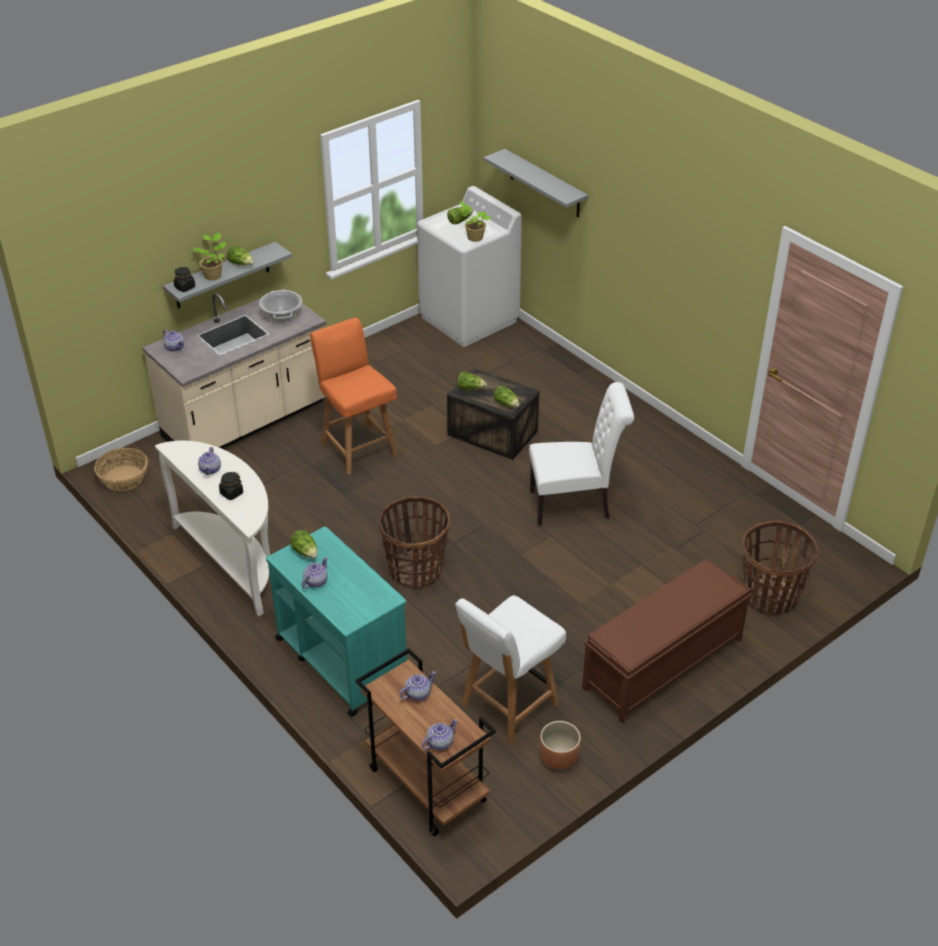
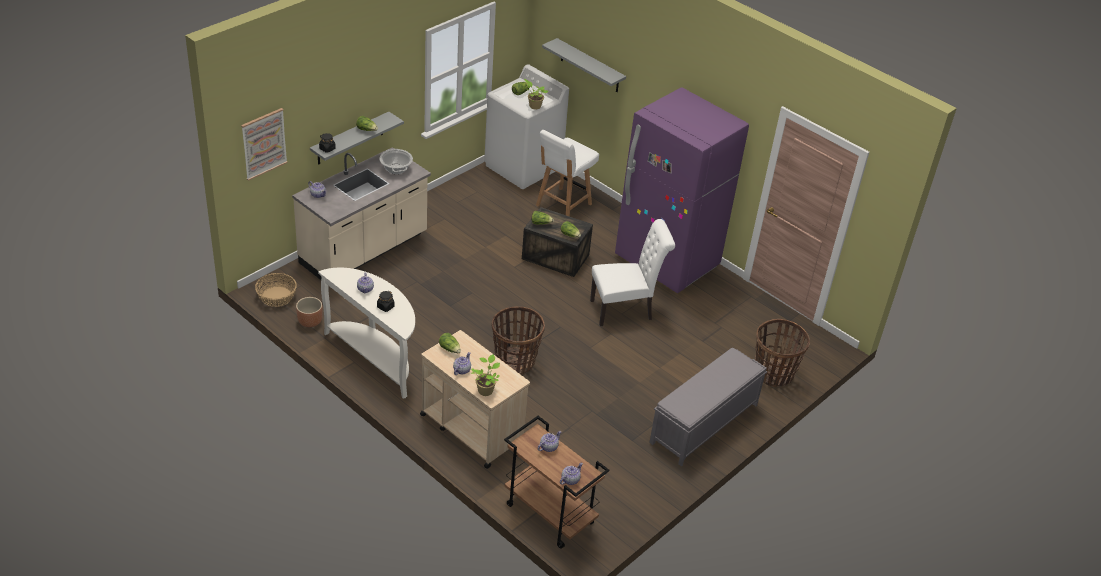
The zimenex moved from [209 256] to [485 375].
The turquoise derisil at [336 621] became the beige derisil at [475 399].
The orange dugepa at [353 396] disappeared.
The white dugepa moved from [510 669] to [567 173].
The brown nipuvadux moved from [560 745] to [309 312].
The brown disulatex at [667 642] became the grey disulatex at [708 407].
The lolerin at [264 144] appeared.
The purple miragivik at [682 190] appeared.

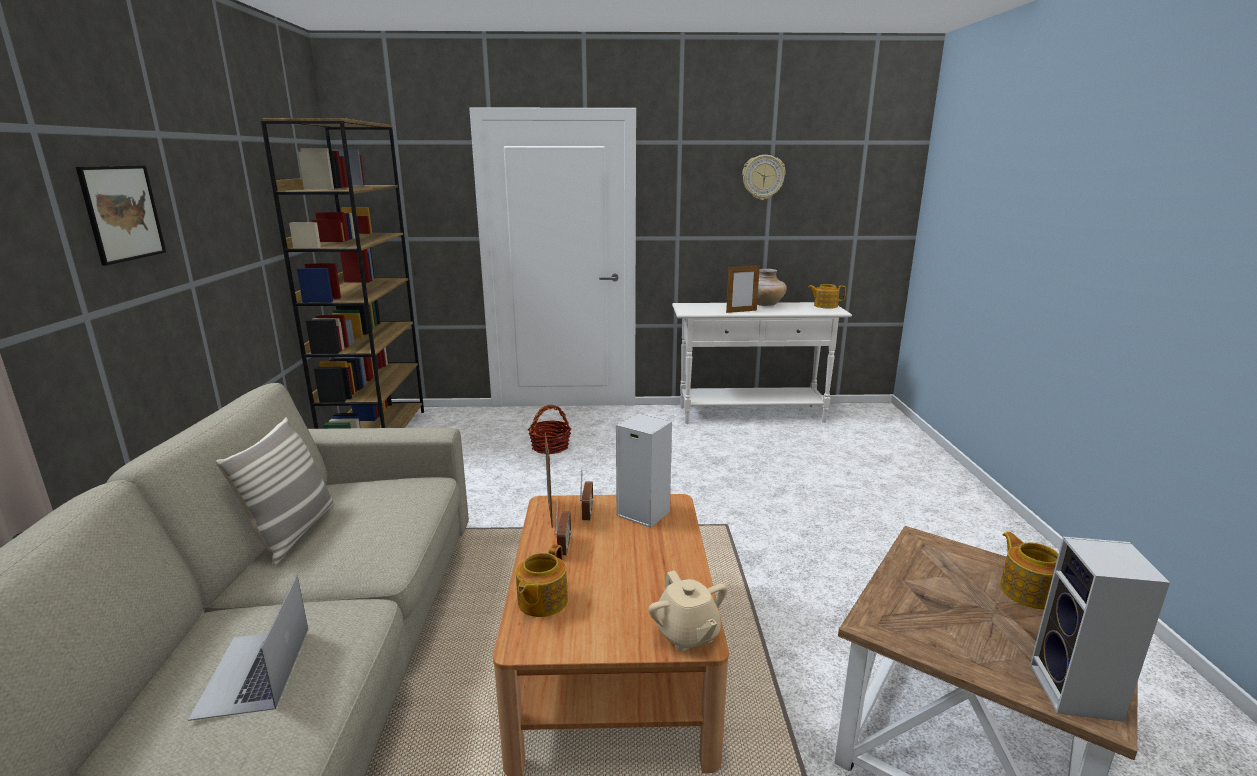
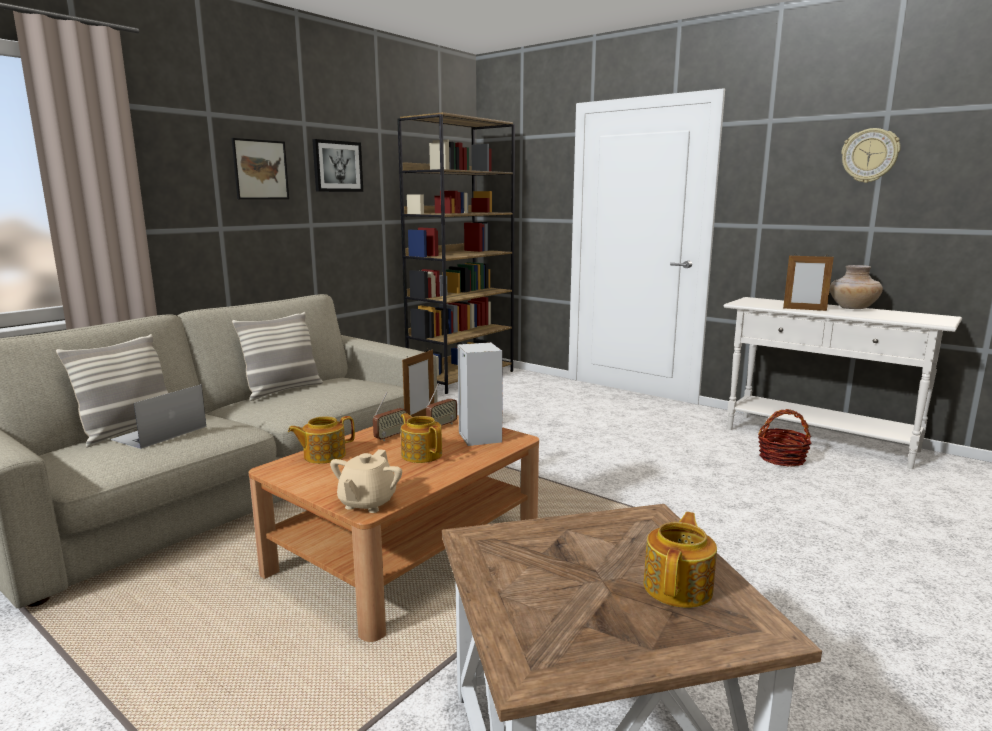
The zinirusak moved from [549 429] to [785 438].
The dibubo moved from [827 296] to [421 438].
The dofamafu at [1100 629] disappeared.
The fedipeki at [112 390] appeared.
The lolerin at [337 165] appeared.

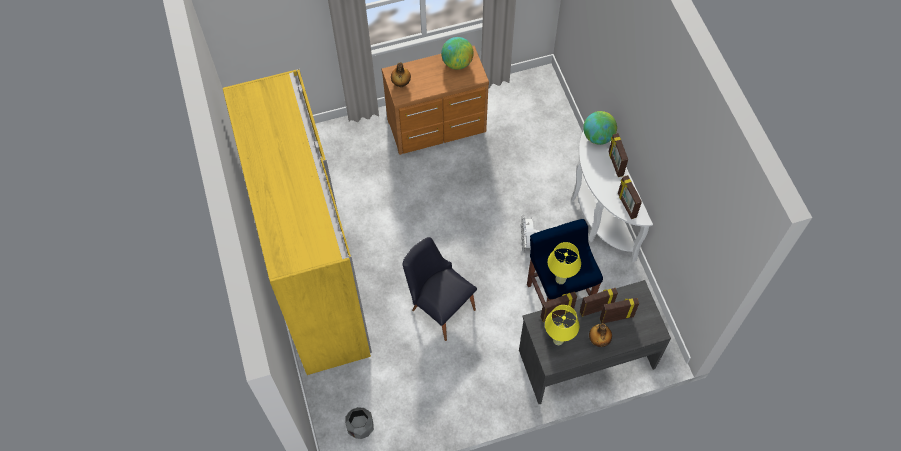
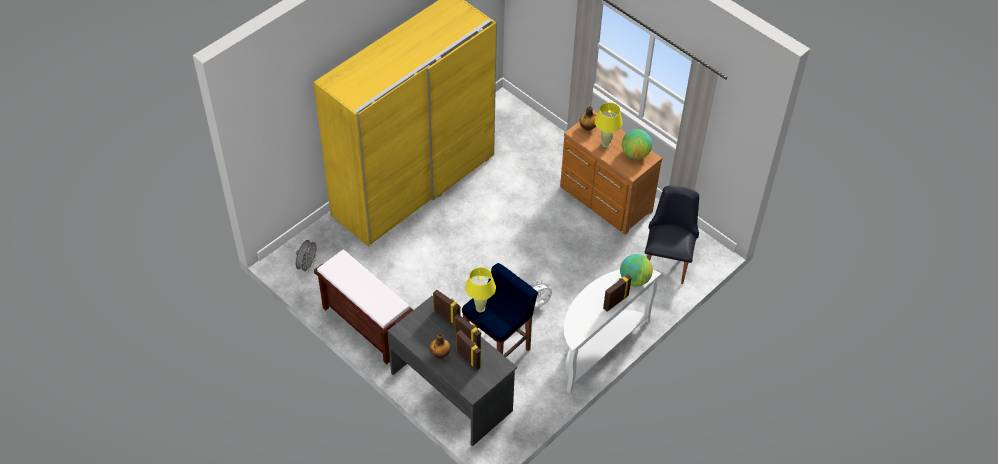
The grey nipuvadux at [359 423] was replaced by the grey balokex at [307 256].
The black dugepa moved from [440 289] to [672 235].
The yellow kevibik moved from [562 325] to [609 125].
The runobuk at [630 197] disappeared.
The brown disulatex at [363 307] appeared.

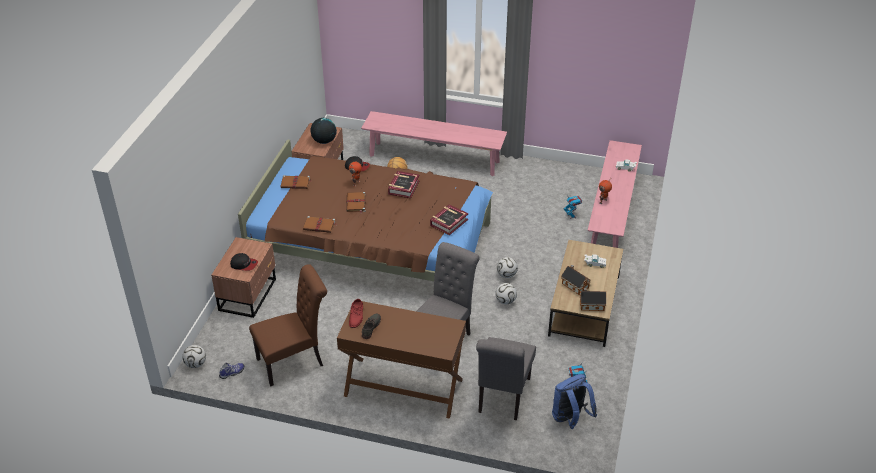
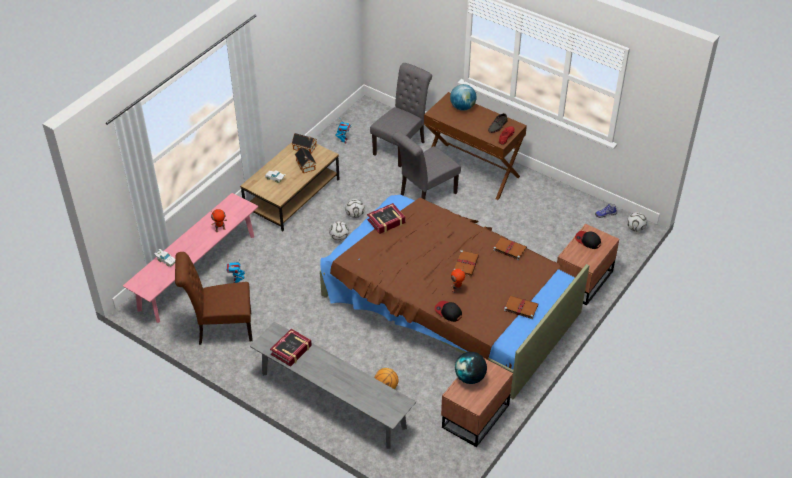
The brown dugepa moved from [288 325] to [214 298].
The pink disulatex at [434 143] became the grey disulatex at [333 385].
The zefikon moved from [404 184] to [291 348].
The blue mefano at [574 401] disappeared.
The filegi at [463 97] appeared.

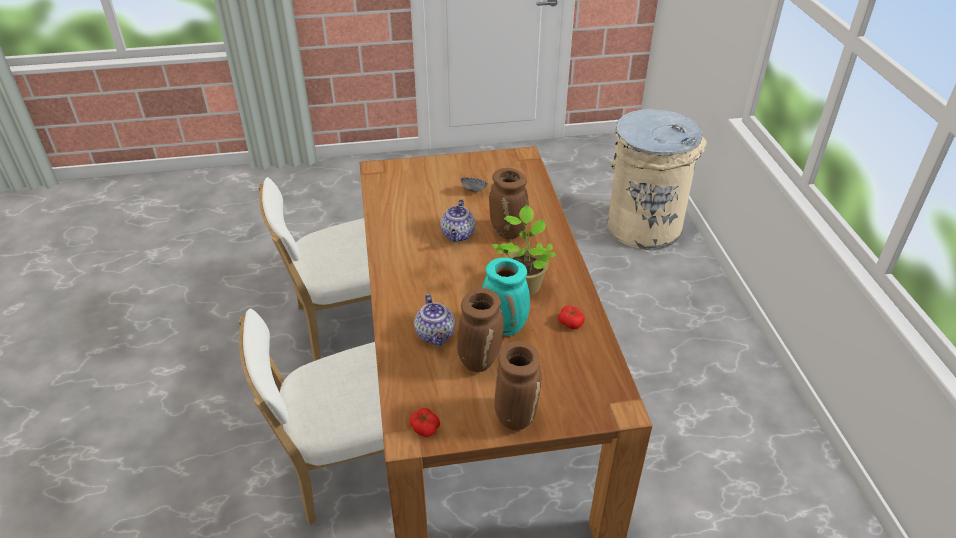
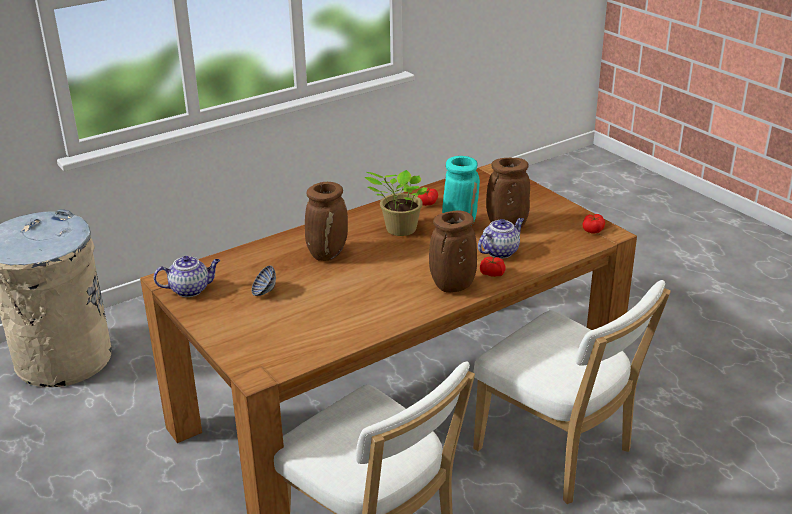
The dibubo moved from [458 220] to [187 276].
The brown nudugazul moved from [518 385] to [453 252].
The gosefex at [493 267] appeared.

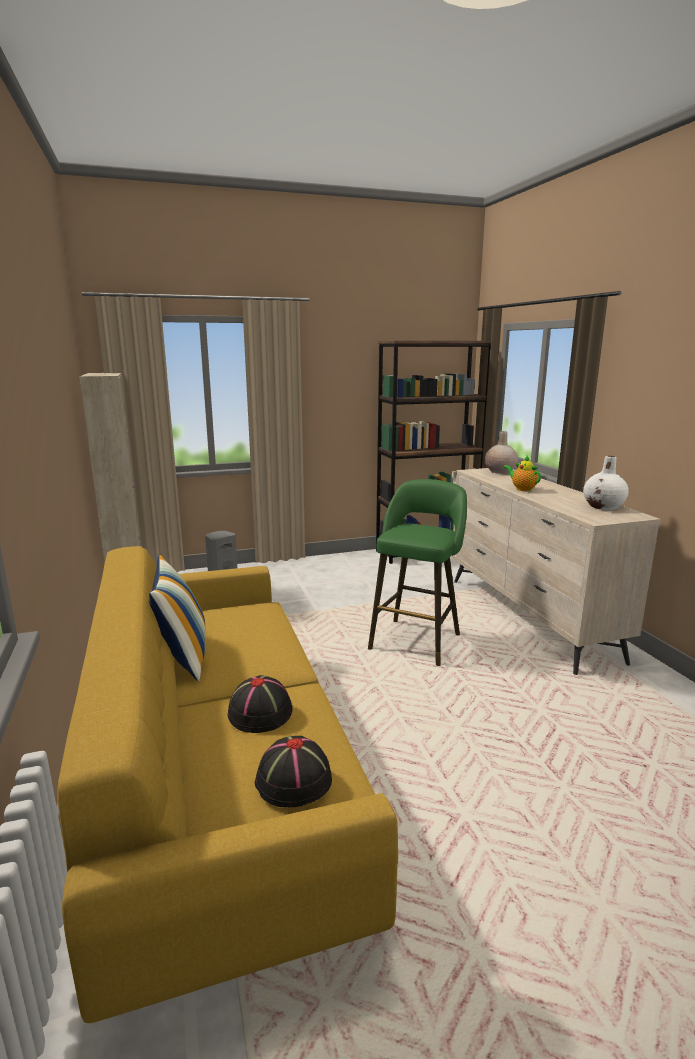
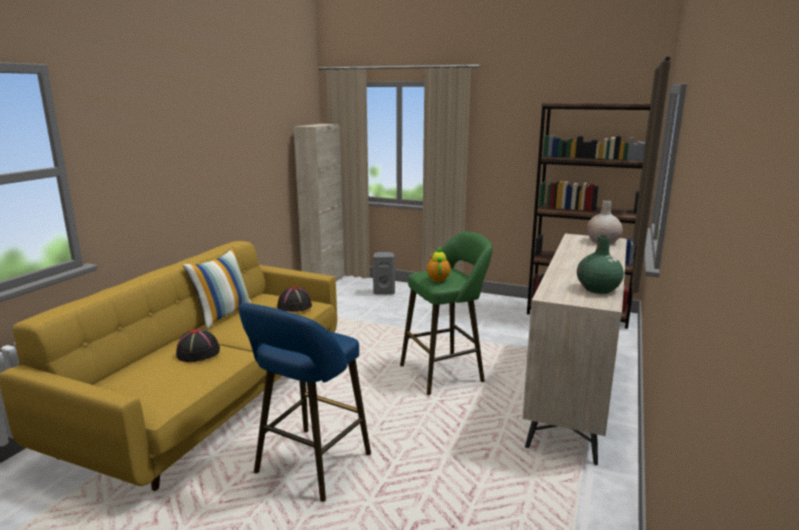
The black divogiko moved from [293 771] to [294 299].
The dibubo moved from [522 473] to [439 264].
The white nudugazul at [606 483] became the green nudugazul at [600 264].
The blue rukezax at [305 402] appeared.

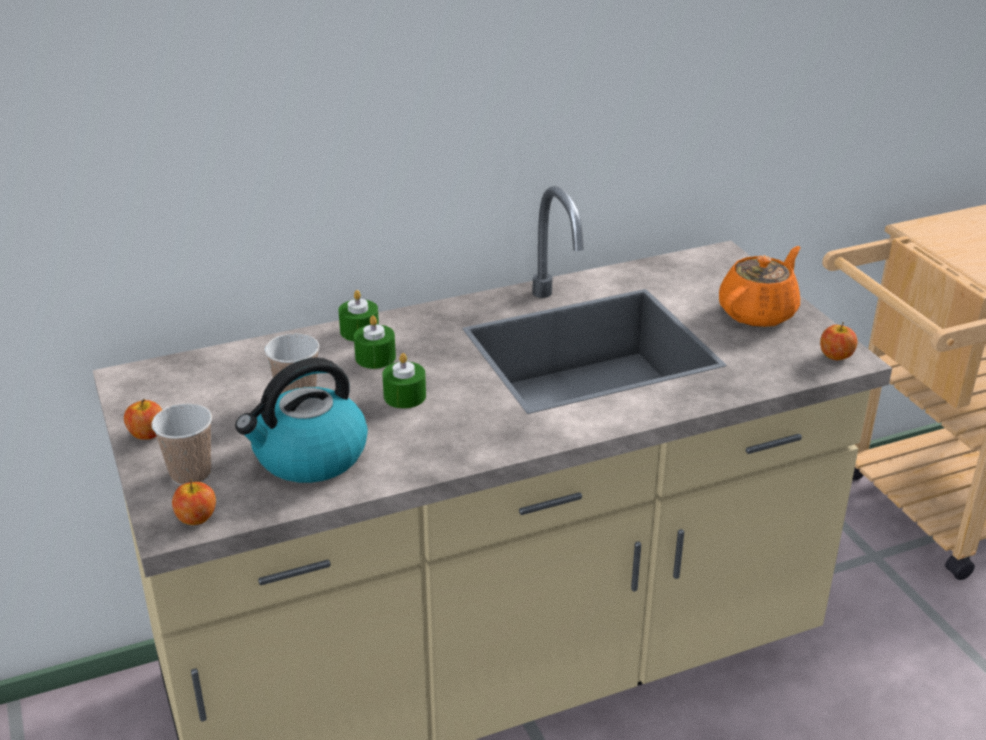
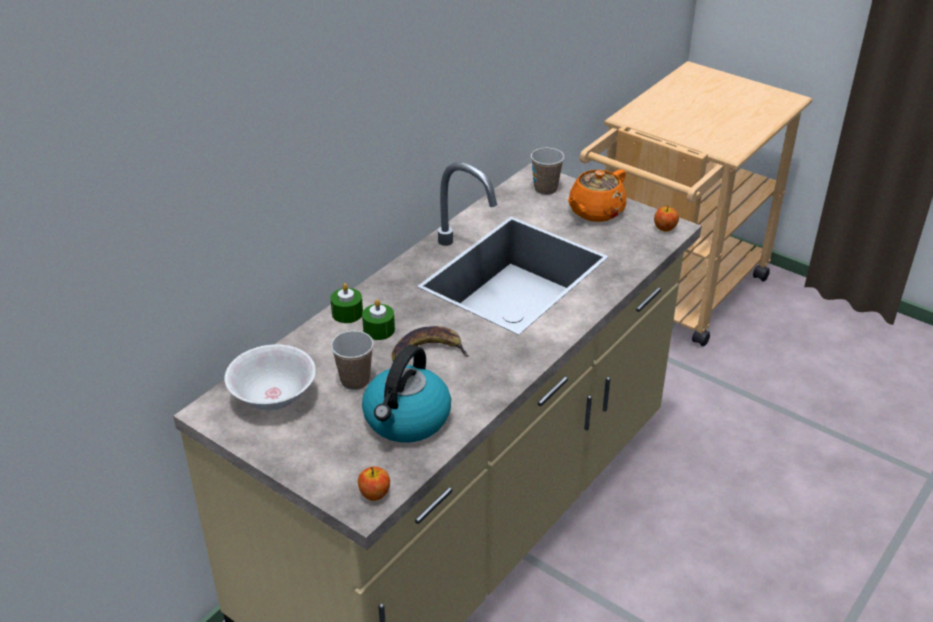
The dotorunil at [143 419] disappeared.
The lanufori moved from [182 444] to [547 171].
The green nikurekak at [404 381] was replaced by the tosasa at [430 344].
The orange dibubo at [760 286] turned 150 degrees counterclockwise.
The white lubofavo at [270 377] appeared.

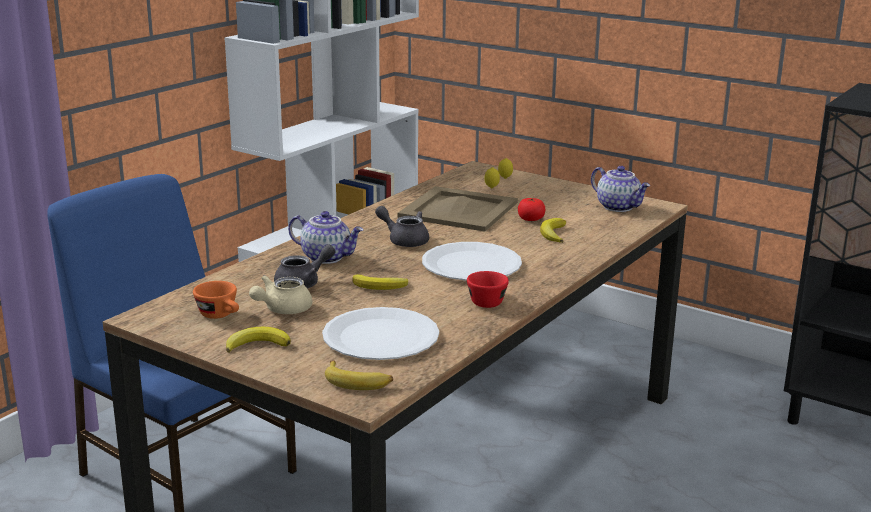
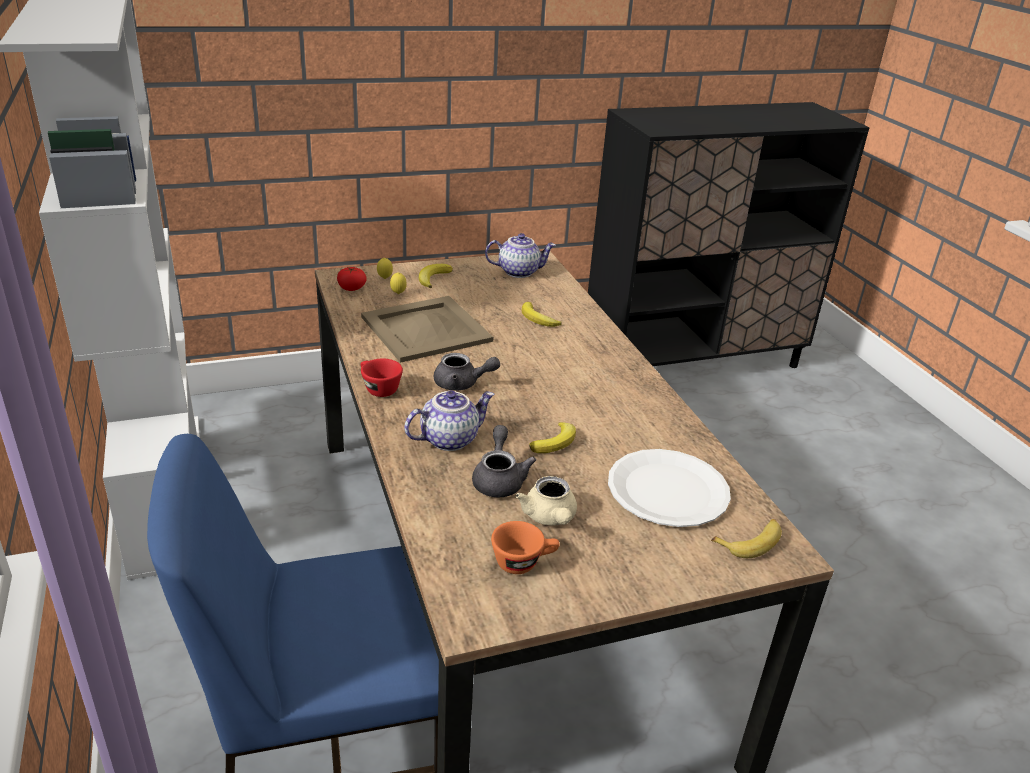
The tosasa moved from [258 340] to [436 276].
The grey dibubo at [402 226] turned 150 degrees counterclockwise.
The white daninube at [472 261] disappeared.
The red lanufori moved from [488 289] to [382 378].
The gosefex moved from [531 209] to [352 279].

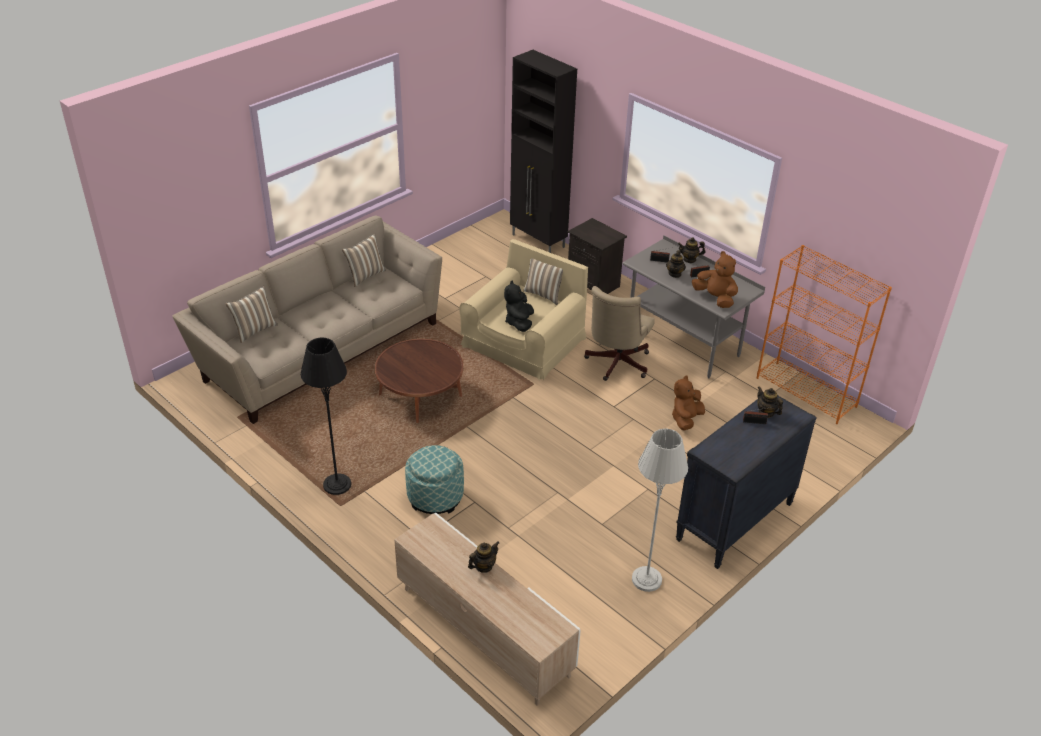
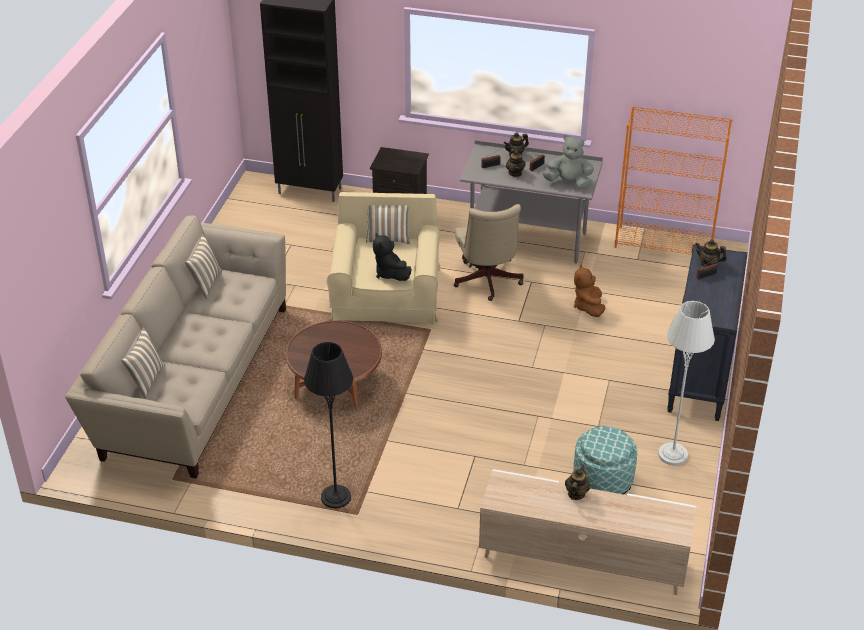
The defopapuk moved from [434 479] to [605 460].
The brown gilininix at [715 279] became the grey gilininix at [568 162].

